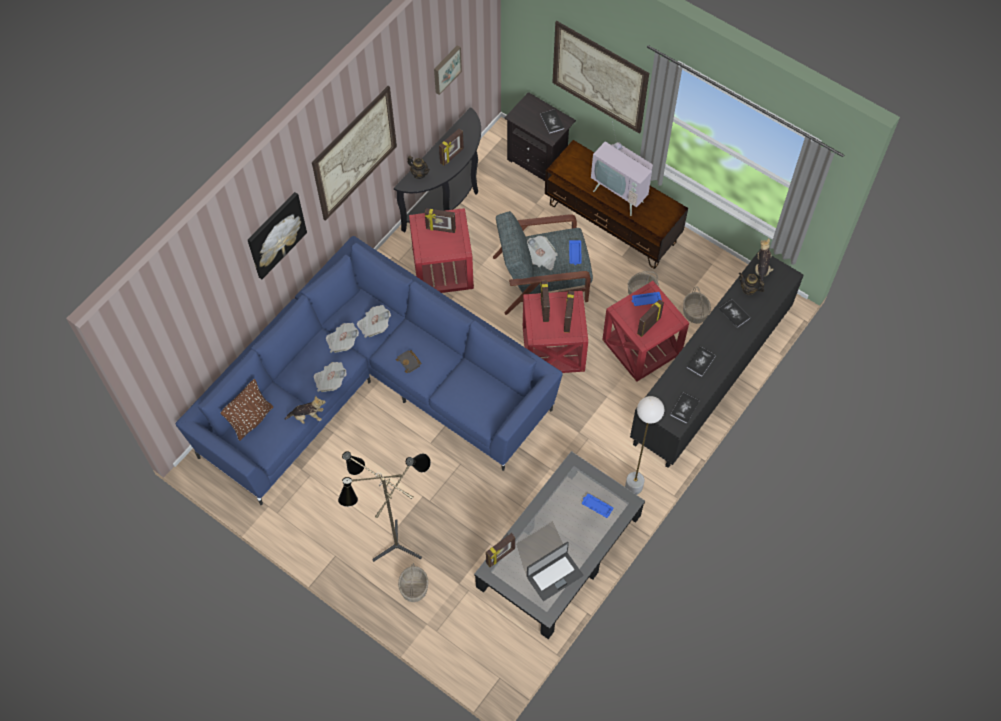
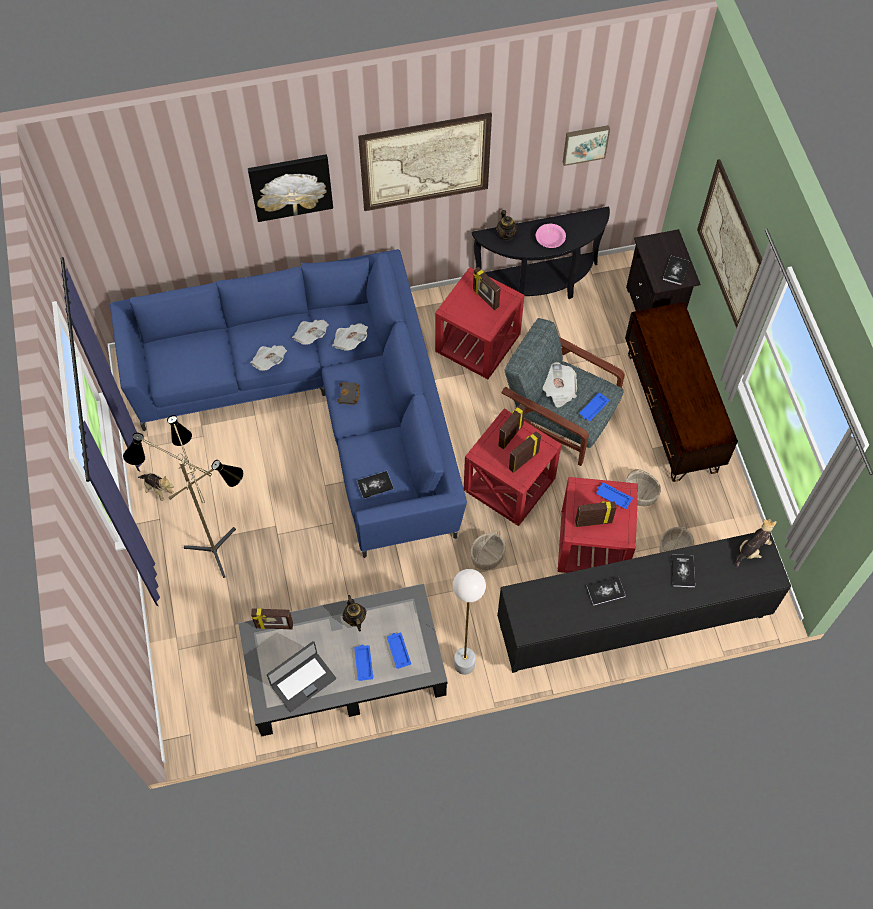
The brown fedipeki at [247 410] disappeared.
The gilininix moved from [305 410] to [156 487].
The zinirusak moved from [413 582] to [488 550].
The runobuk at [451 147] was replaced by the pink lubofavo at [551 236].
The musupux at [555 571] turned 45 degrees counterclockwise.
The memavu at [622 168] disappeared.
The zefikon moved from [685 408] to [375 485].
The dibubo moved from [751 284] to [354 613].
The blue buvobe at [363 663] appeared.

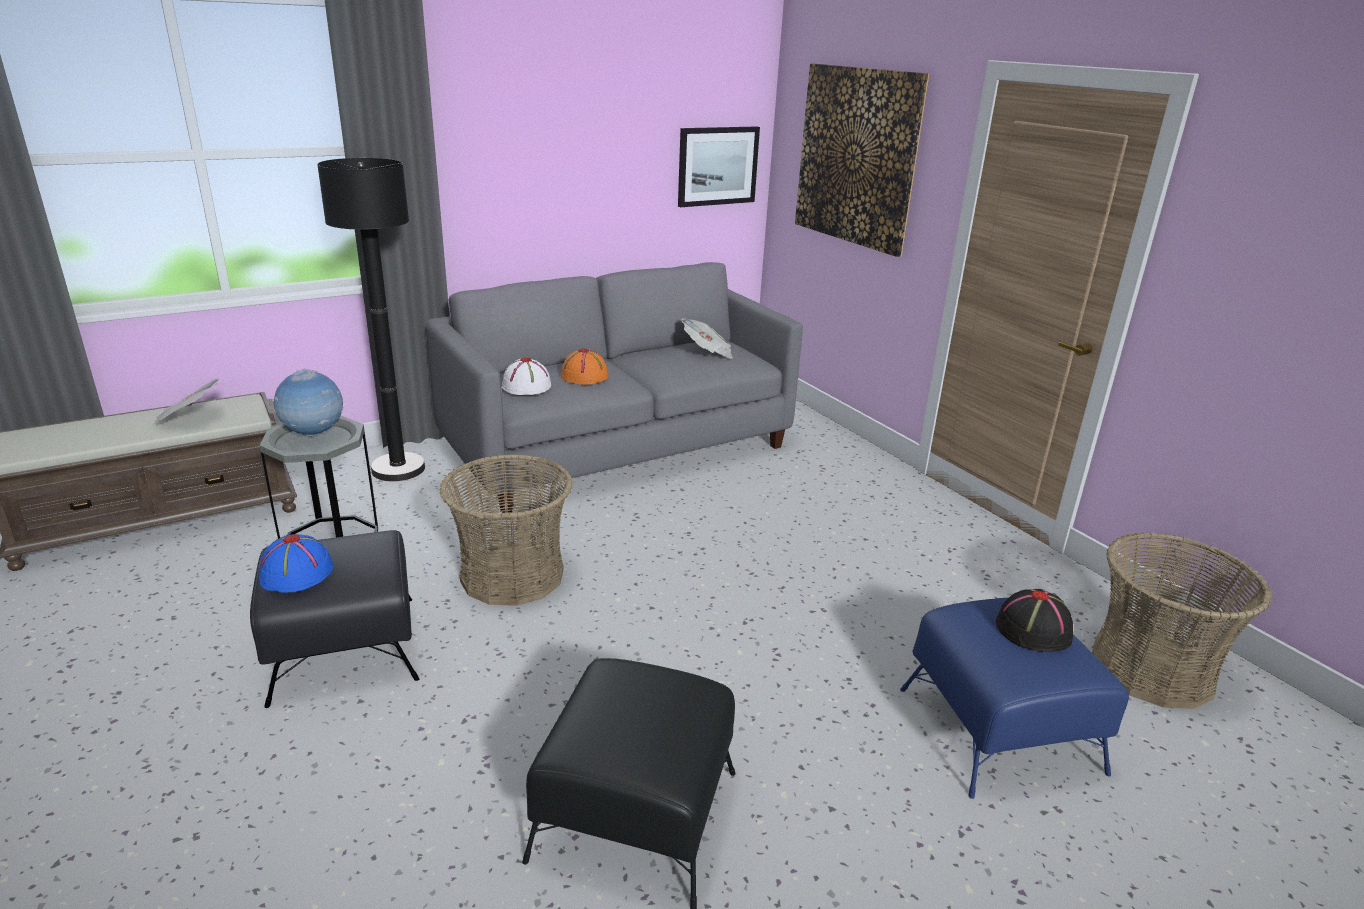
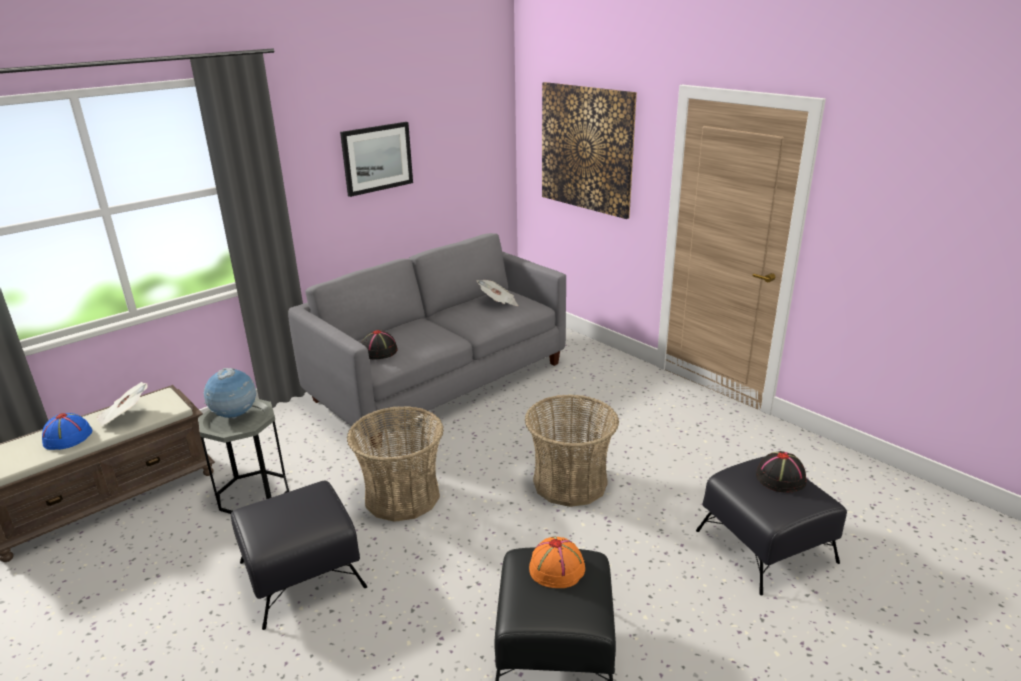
The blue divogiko moved from [296 563] to [67 431].
The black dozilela at [371 319] disappeared.
The white divogiko at [526 376] became the black divogiko at [379 345].
The orange divogiko moved from [585 366] to [557 562].
The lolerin moved from [719 166] to [376 159].
The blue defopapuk at [1014 698] became the black defopapuk at [771 526].
The zinirusak moved from [1182 620] to [572 450].

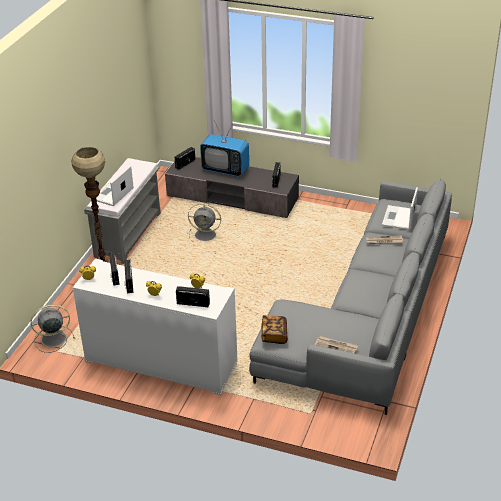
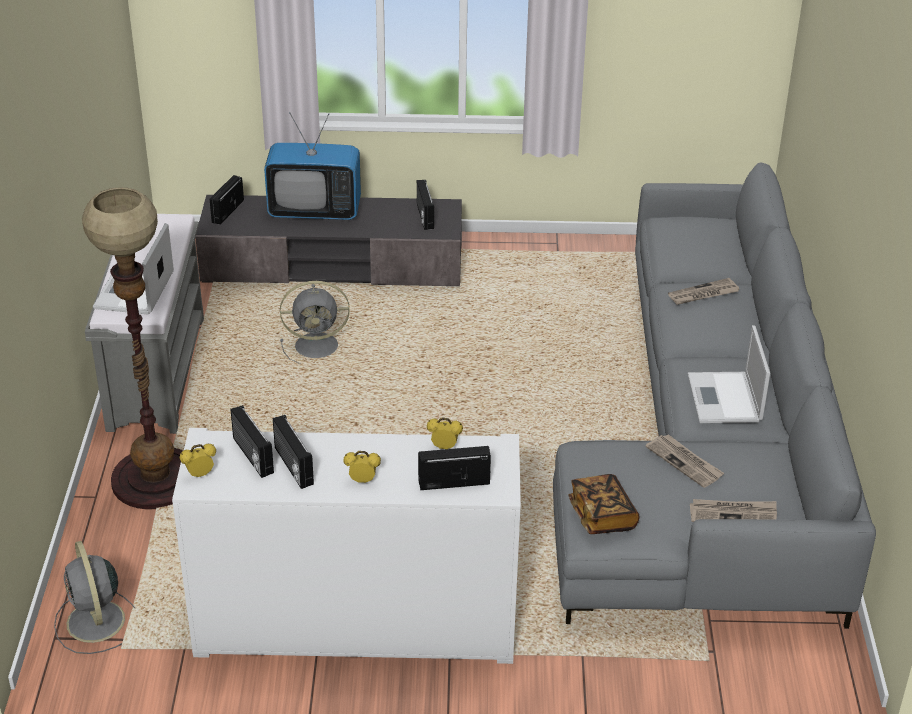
The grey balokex at [53 328] turned 75 degrees counterclockwise.
The musupux moved from [400 208] to [729 374].
The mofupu at [685 461] appeared.

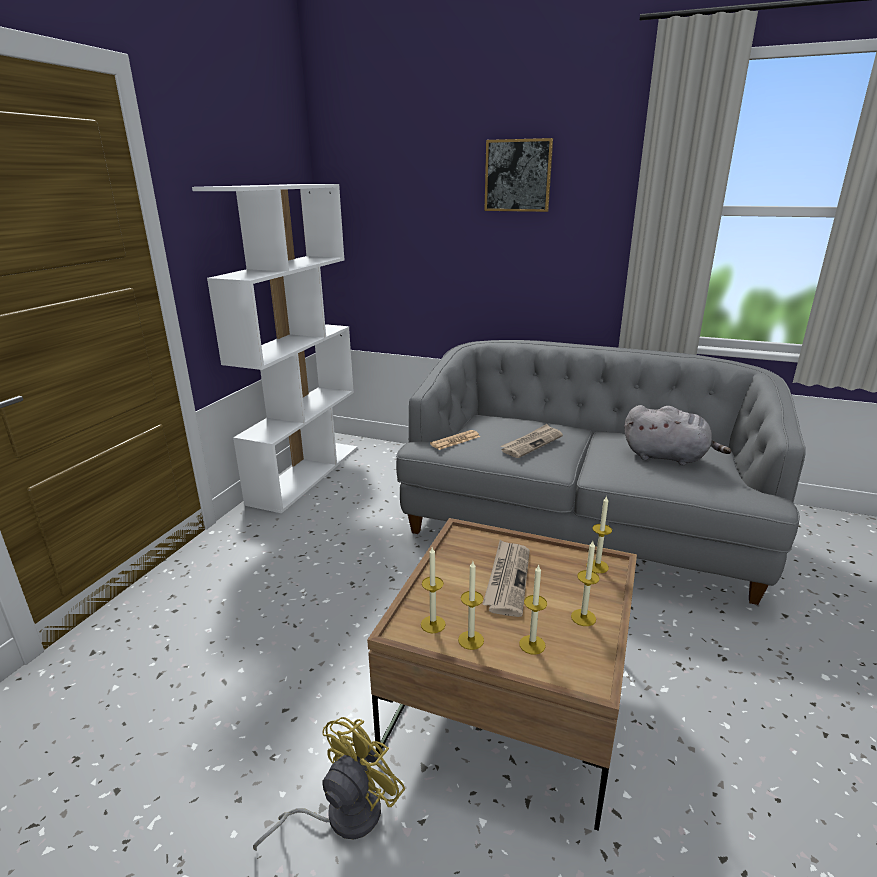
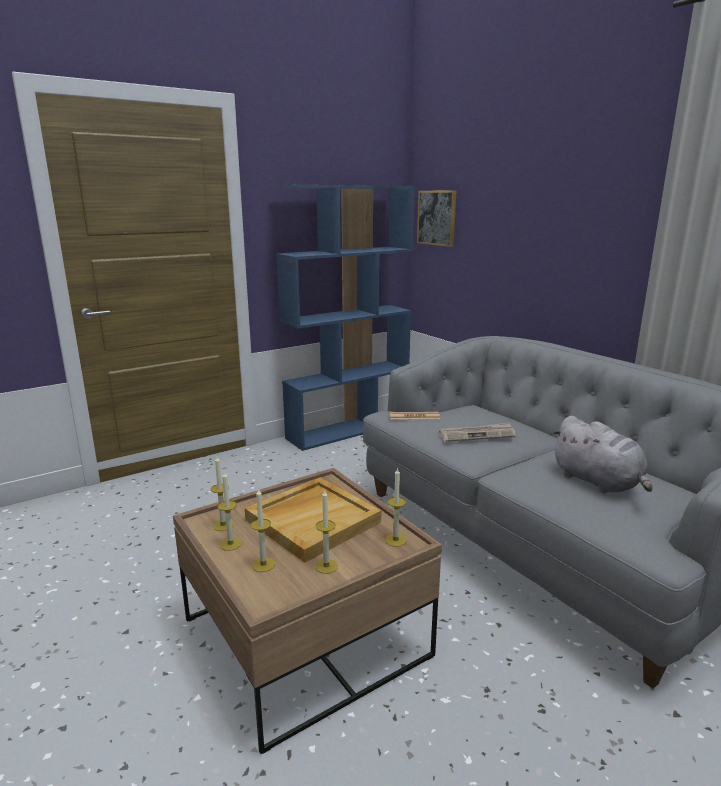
The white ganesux at [275 348] became the blue ganesux at [344 318].
The yellow balokex at [329 784] disappeared.
The mofupu at [506 578] was replaced by the beige buvobe at [313 520].
The lolerin moved from [518 175] to [437 218].

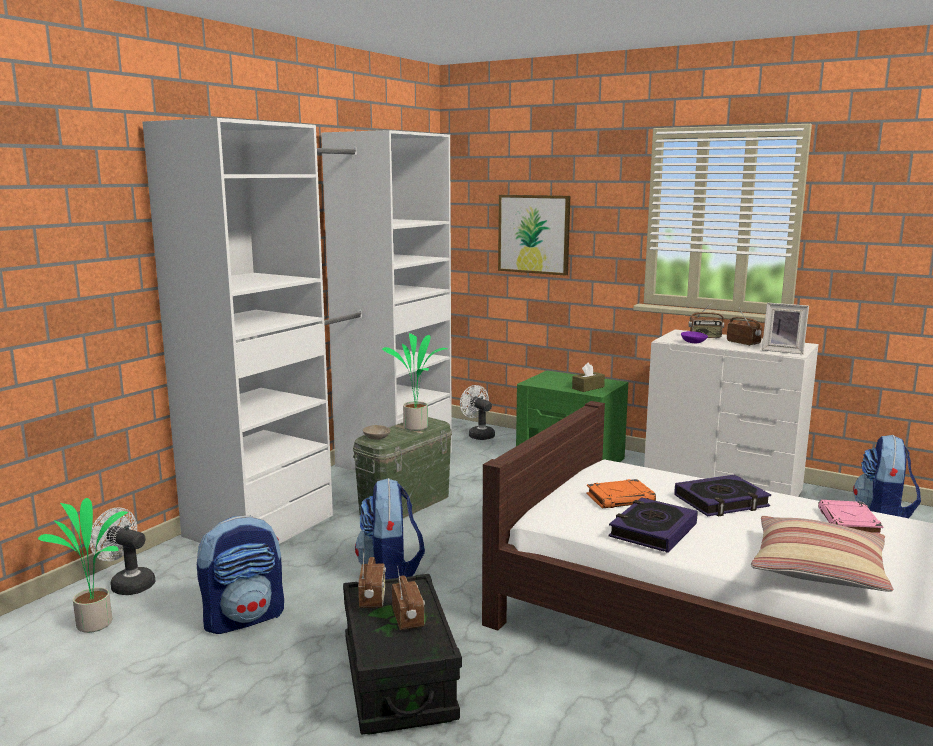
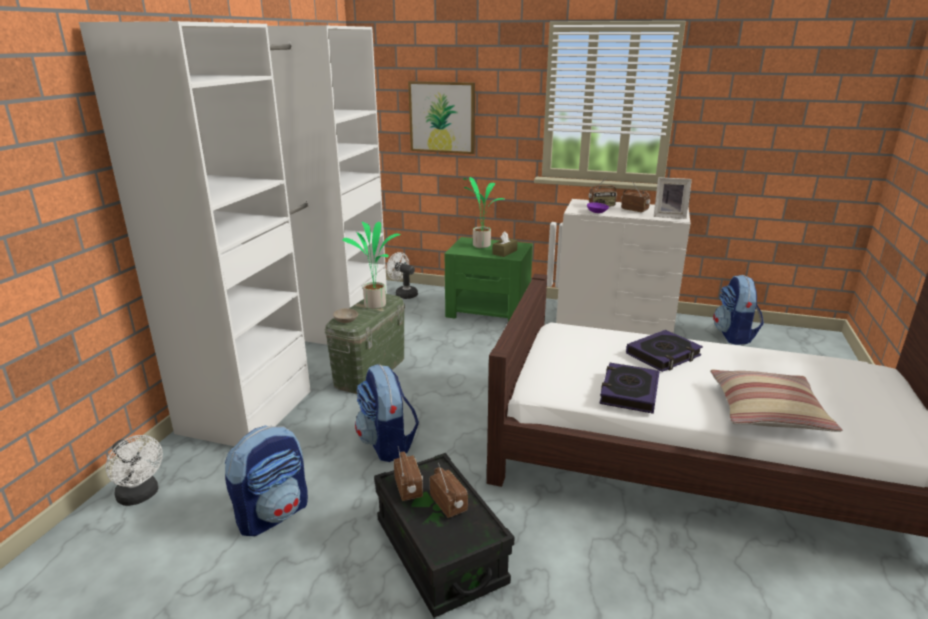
The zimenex moved from [83 565] to [484 212].
The white balokex at [122 551] turned 150 degrees counterclockwise.
The orange zefikon at [621 493] disappeared.
The pink zefikon at [850 517] disappeared.

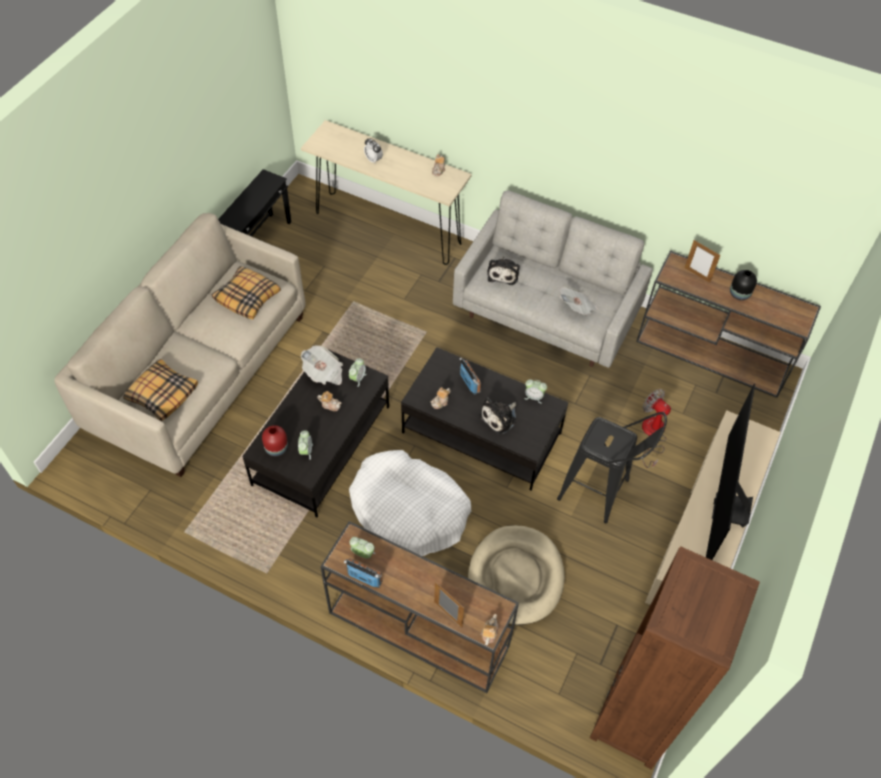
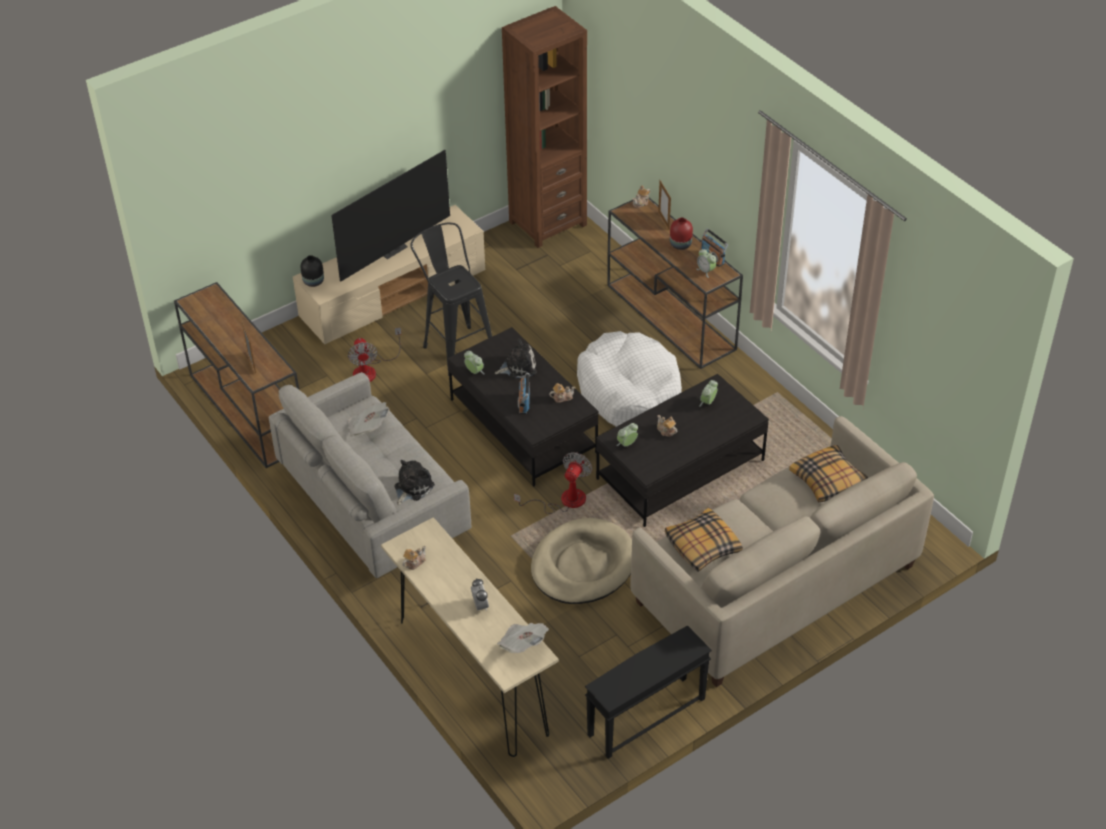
The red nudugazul moved from [275 440] to [681 234].
The mofupu moved from [322 365] to [523 638].
The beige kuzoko moved from [516 575] to [581 561].
The black nudugazul moved from [743 285] to [312 271].
The balokex at [553 483] appeared.

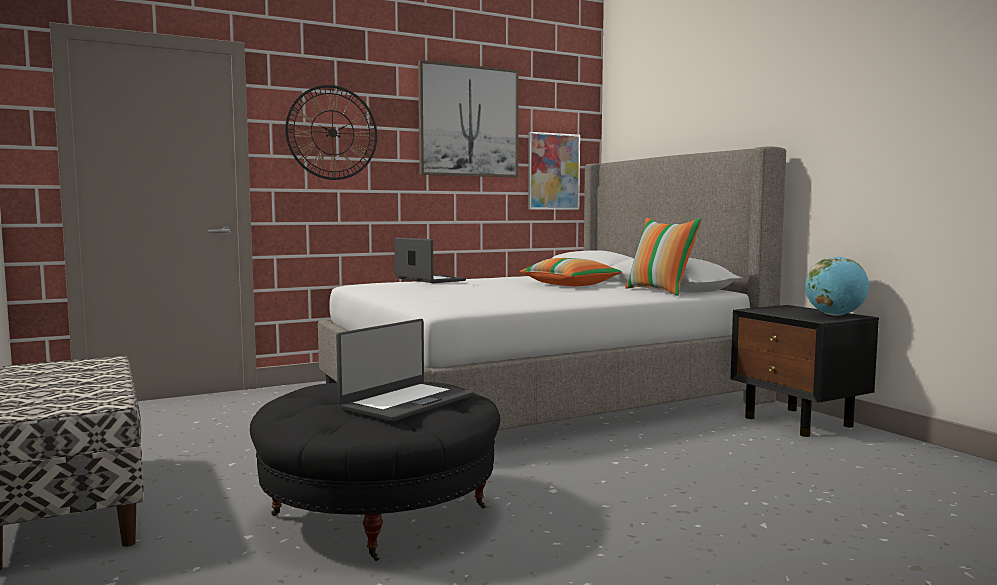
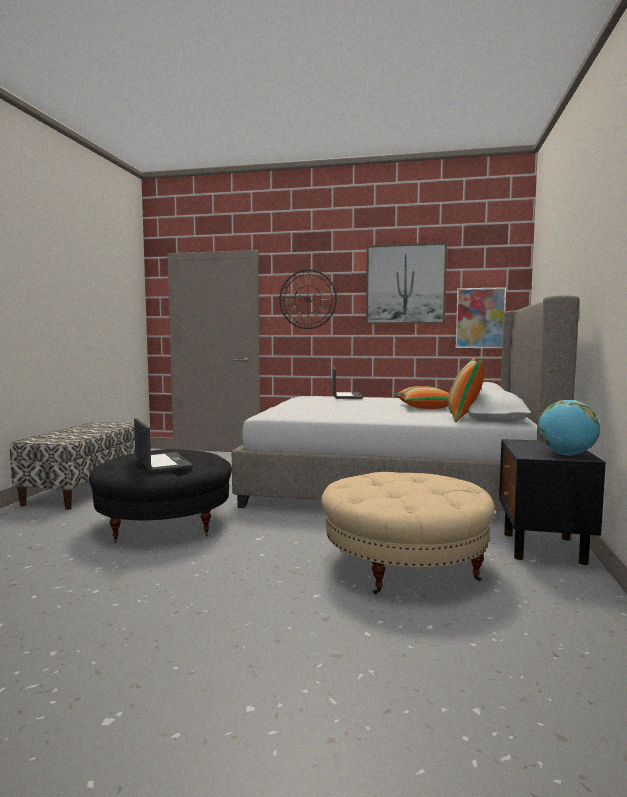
The musupux at [405 370] turned 105 degrees counterclockwise.
The beige defopapuk at [408 533] appeared.

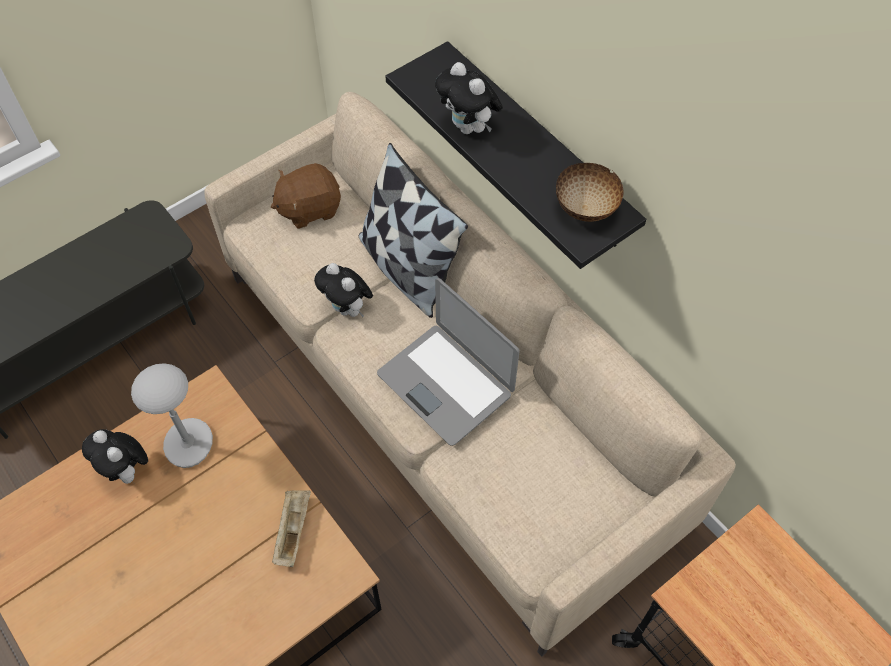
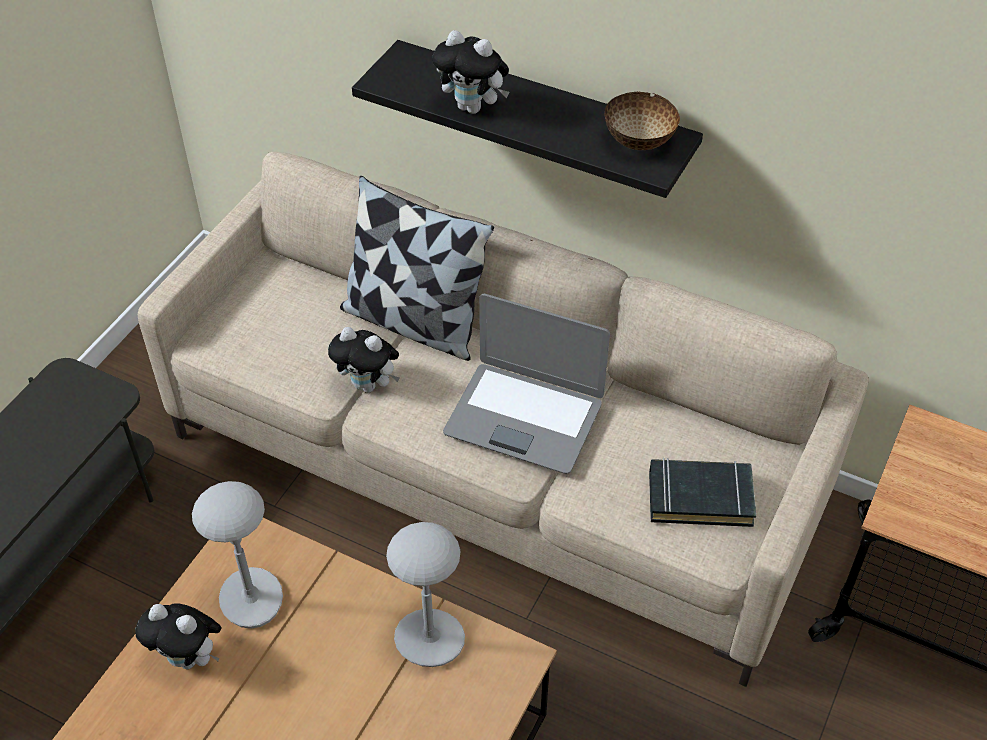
The brown gilininix at [306 196] disappeared.
The beige buvobe at [291 528] was replaced by the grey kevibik at [425 594].
The black zefikon at [702 492] appeared.

